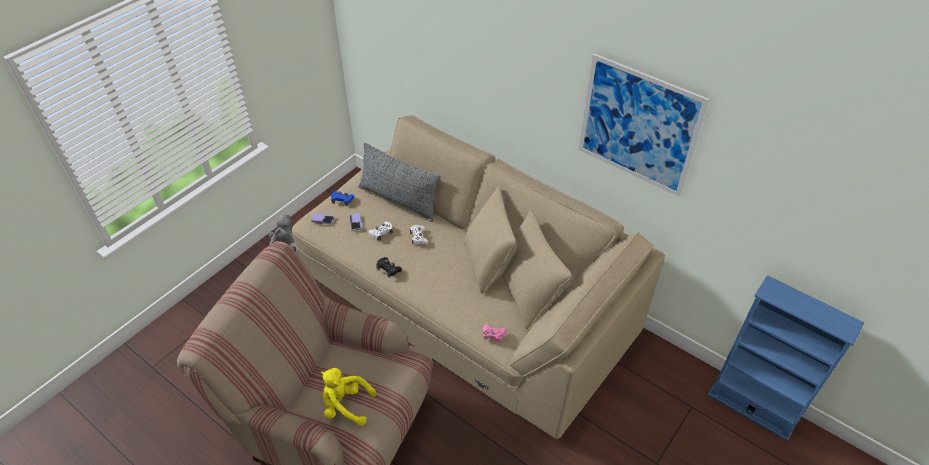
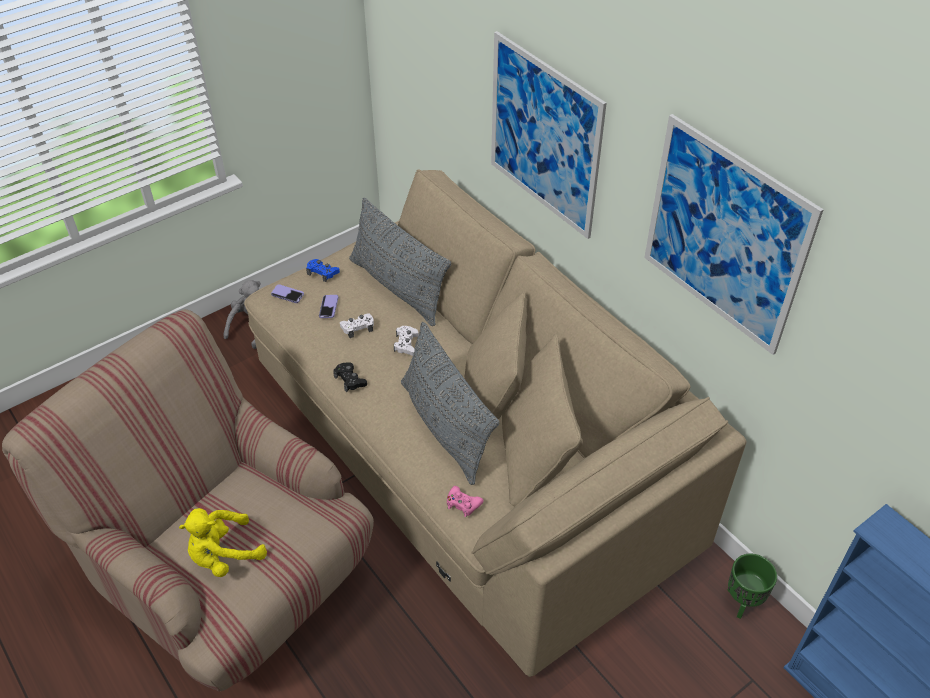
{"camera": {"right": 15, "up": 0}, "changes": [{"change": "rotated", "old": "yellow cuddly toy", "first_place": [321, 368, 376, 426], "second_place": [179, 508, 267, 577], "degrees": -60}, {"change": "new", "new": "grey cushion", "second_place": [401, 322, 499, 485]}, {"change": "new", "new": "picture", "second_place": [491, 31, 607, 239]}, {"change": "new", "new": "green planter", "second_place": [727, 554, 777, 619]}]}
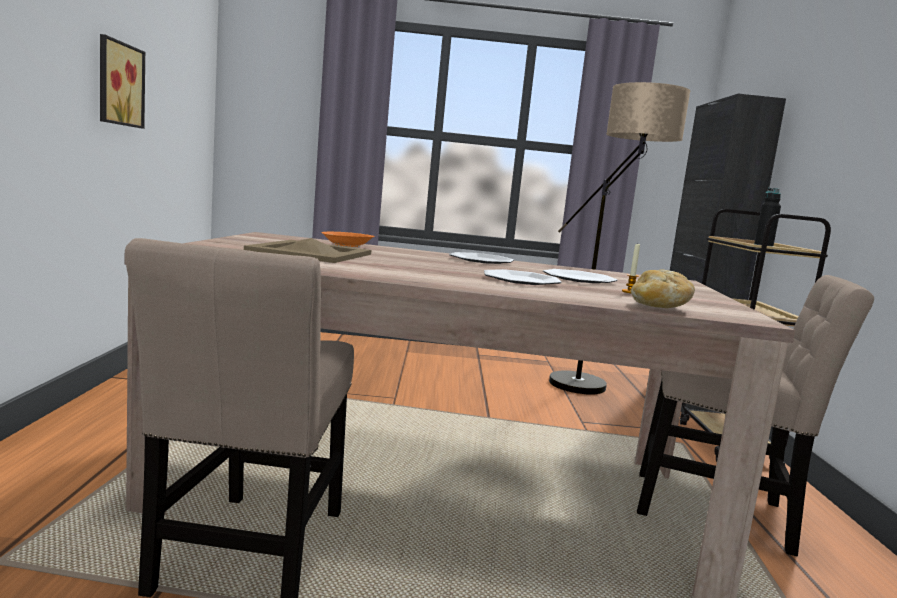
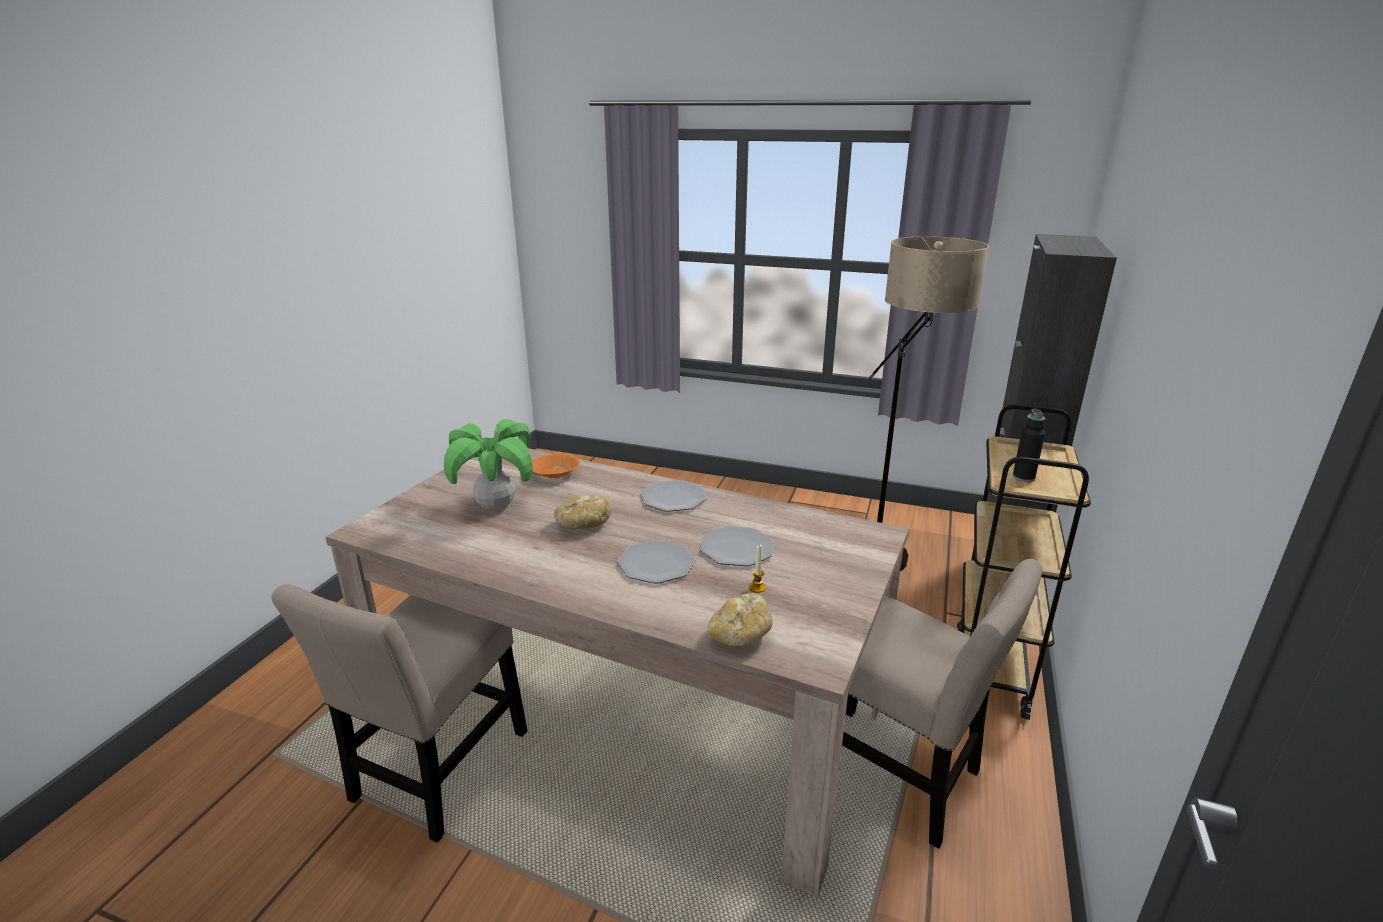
{"camera": {"right": 20, "up": 15}, "changes": [{"change": "gone", "old": "picture", "first_place": [100, 34, 145, 129]}, {"change": "swapped", "old": "sand-coloured serving tray", "new": "potted plant", "first_place": [244, 238, 371, 263], "second_place": [444, 419, 533, 510]}, {"change": "new", "new": "bread", "second_place": [554, 495, 611, 529]}]}
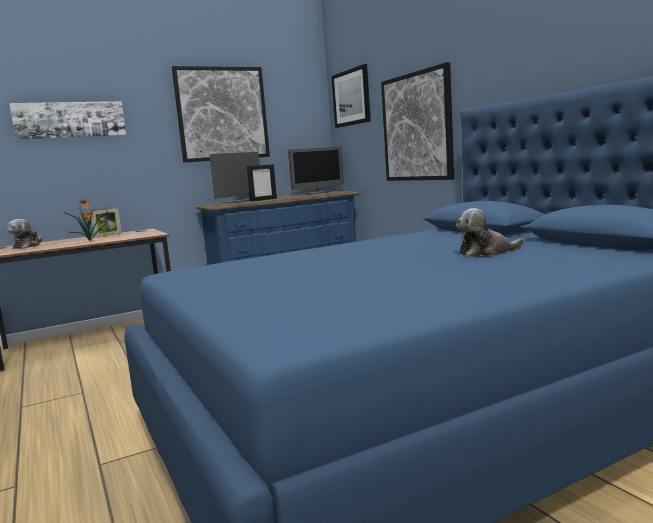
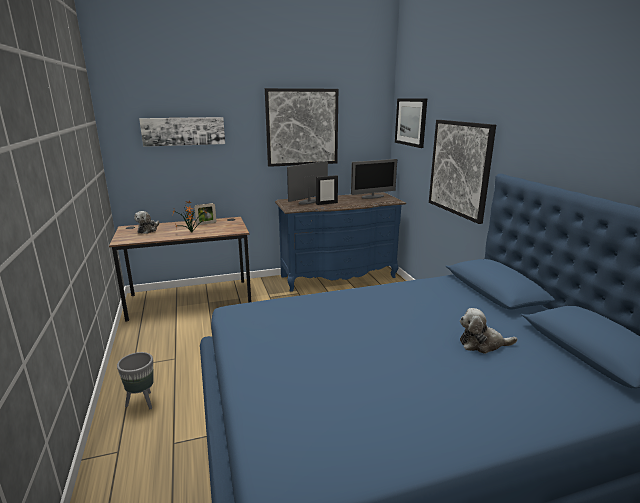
{"camera": {"right": 10, "up": 10}, "changes": [{"change": "new", "new": "grey planter", "second_place": [117, 352, 154, 409]}]}
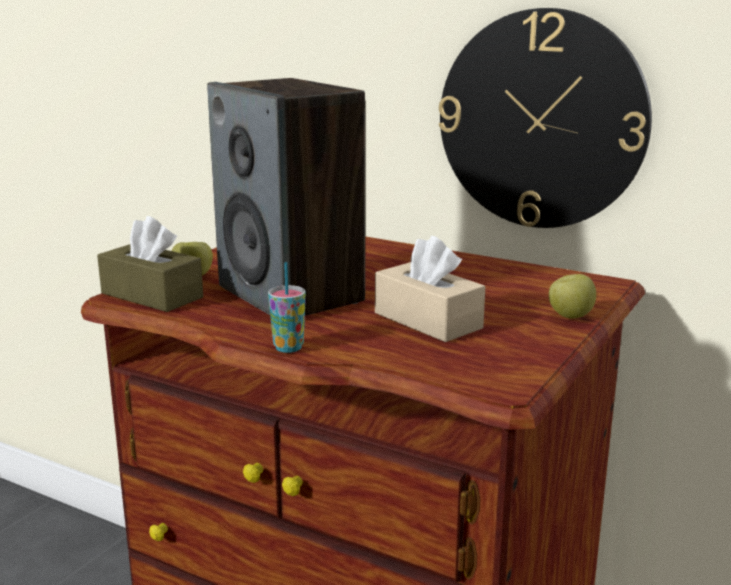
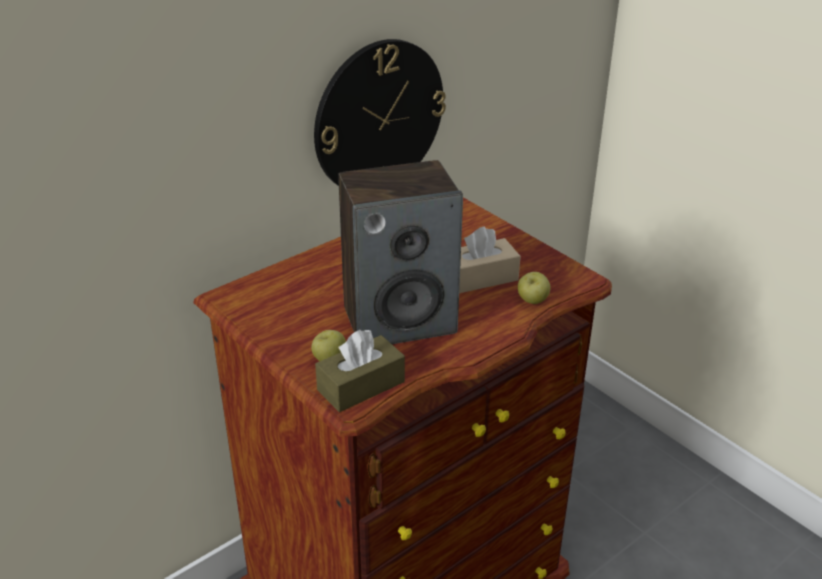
{"camera": {"right": -70, "up": 15}, "changes": [{"change": "gone", "old": "small cup", "first_place": [268, 262, 306, 353]}, {"change": "shifted", "old": "whole apple", "first_place": [549, 274, 596, 319], "second_place": [518, 272, 551, 304]}]}
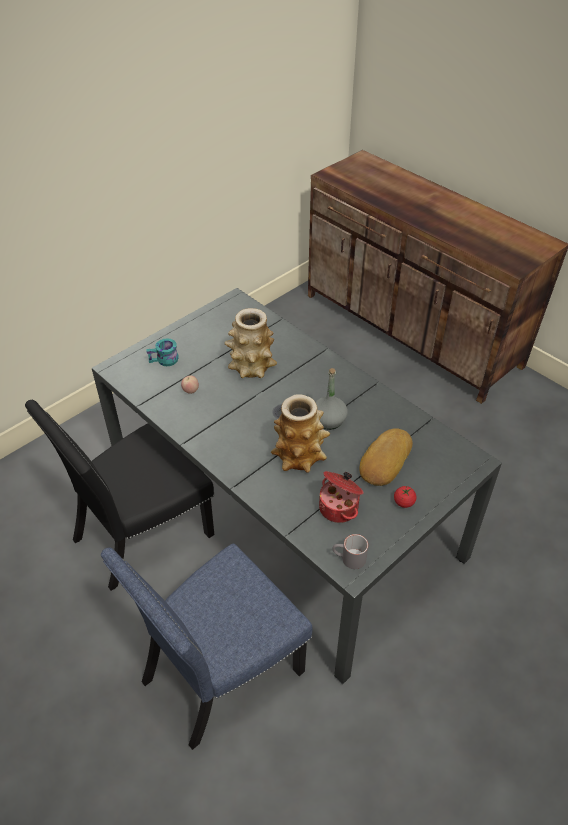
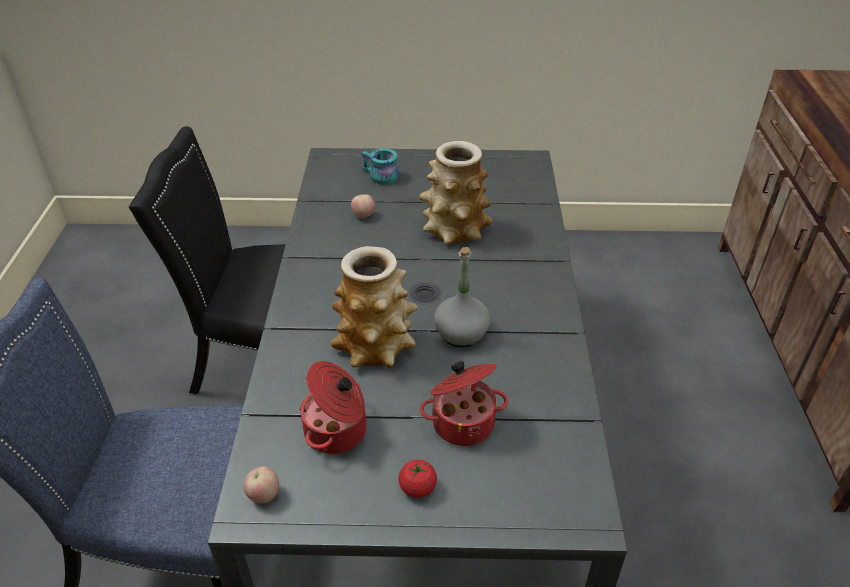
{"camera": {"right": 45, "up": -5}, "changes": [{"change": "swapped", "old": "grey coffee mug", "new": "whole apple", "first_place": [332, 534, 368, 569], "second_place": [244, 466, 279, 504]}, {"change": "swapped", "old": "bread", "new": "stockpot", "first_place": [359, 428, 413, 486], "second_place": [420, 361, 508, 446]}]}
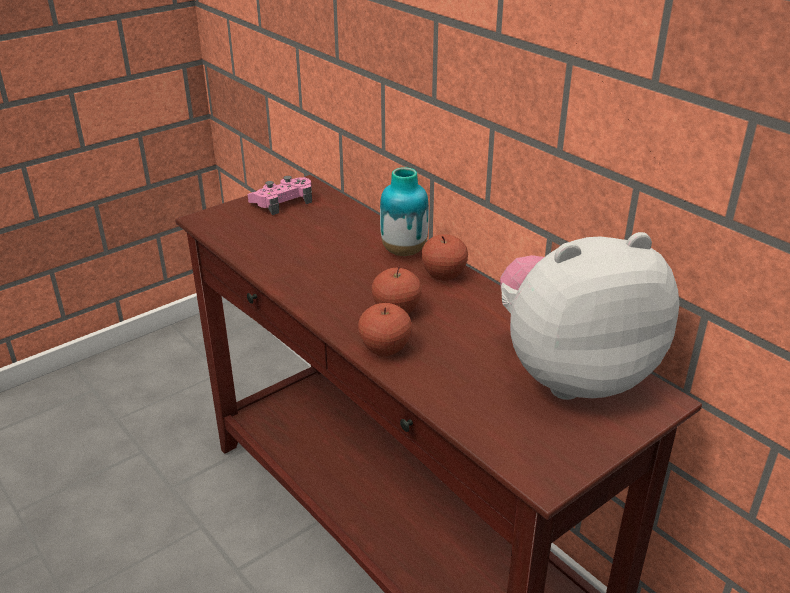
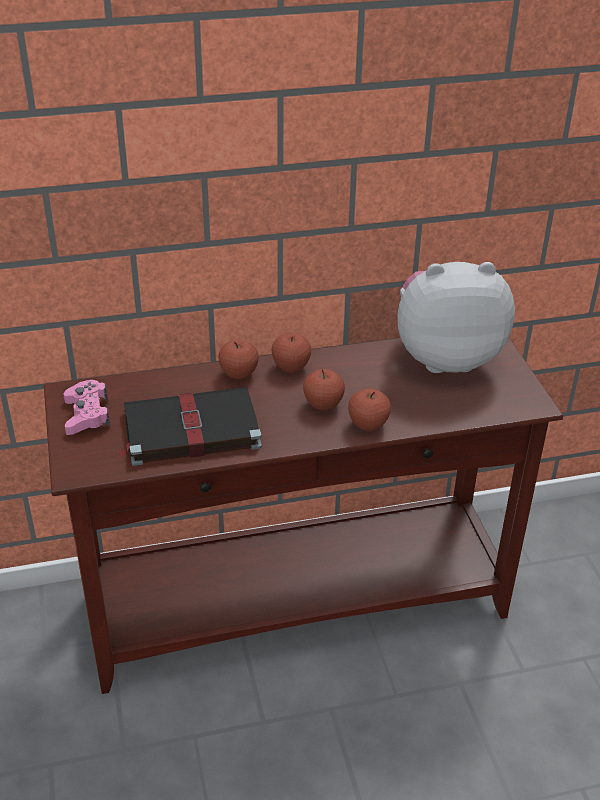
{"camera": {"right": -65, "up": 5}, "changes": [{"change": "swapped", "old": "flower vase", "new": "whole apple", "first_place": [380, 167, 429, 256], "second_place": [218, 339, 259, 379]}, {"change": "rotated", "old": "cuddly toy", "first_place": [500, 232, 679, 400], "second_place": [397, 262, 515, 373], "degrees": 75}, {"change": "new", "new": "black bound book", "second_place": [118, 387, 262, 466]}]}
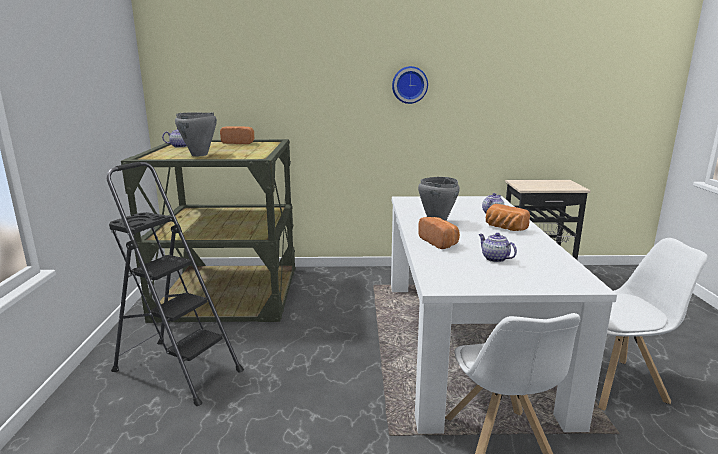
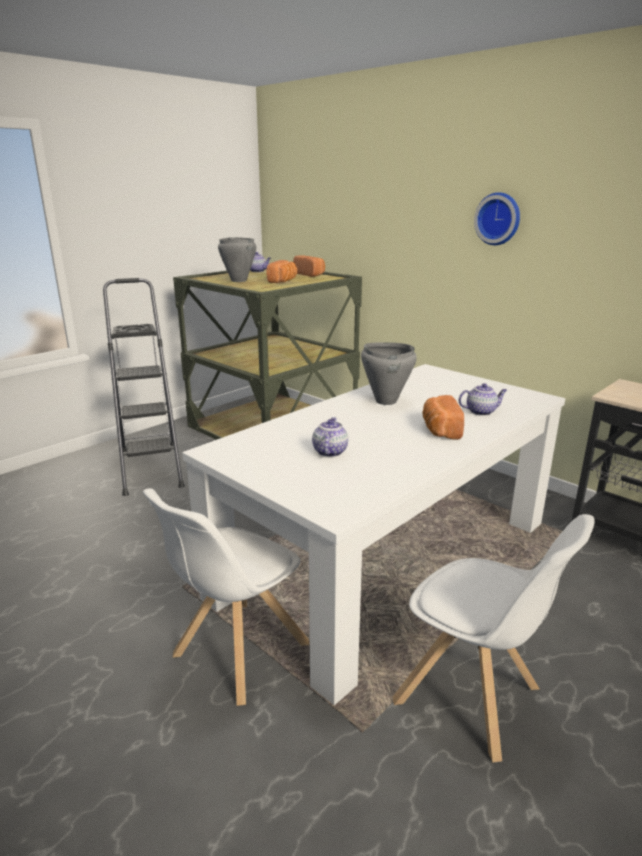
{"camera": {"right": 45, "up": 5}, "changes": [{"change": "shifted", "old": "bread", "first_place": [418, 217, 460, 249], "second_place": [266, 260, 297, 283]}]}
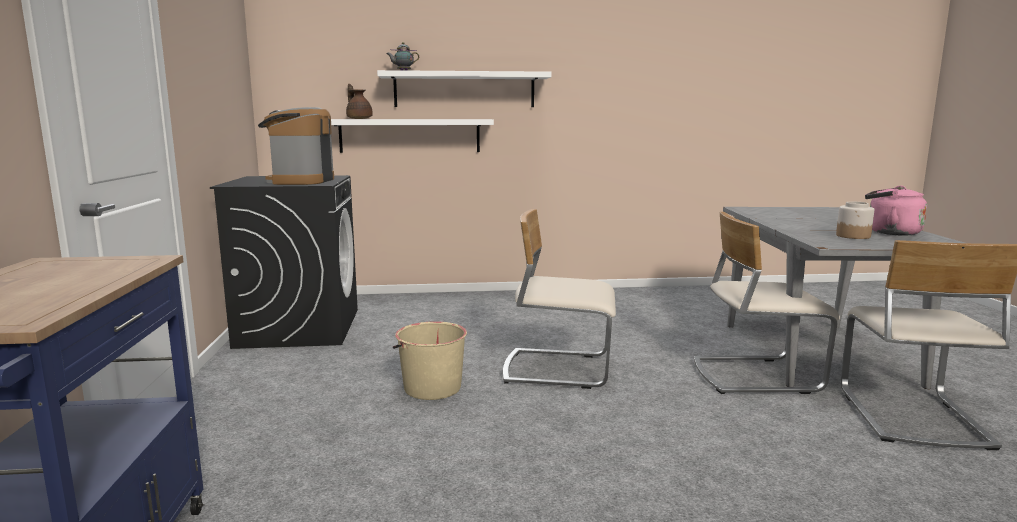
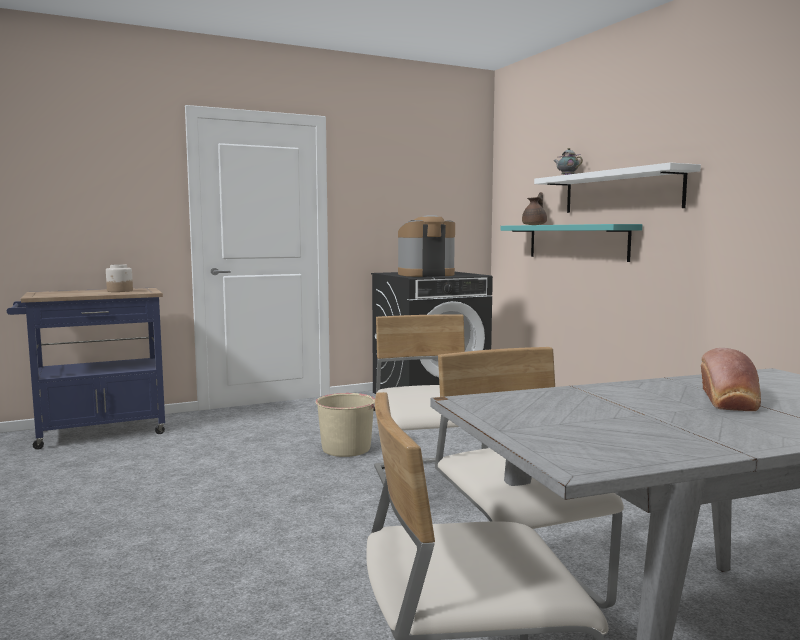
{"camera": {"right": 70, "up": -5}, "changes": [{"change": "repainted", "old": "white shelf", "new": "turquoise shelf", "first_place": [331, 119, 494, 153], "second_place": [500, 224, 642, 262]}, {"change": "shifted", "old": "storage jar", "first_place": [836, 201, 874, 239], "second_place": [106, 264, 133, 292]}, {"change": "gone", "old": "pinkish kettle", "first_place": [865, 186, 927, 236]}, {"change": "new", "new": "bread", "second_place": [701, 348, 761, 411]}]}
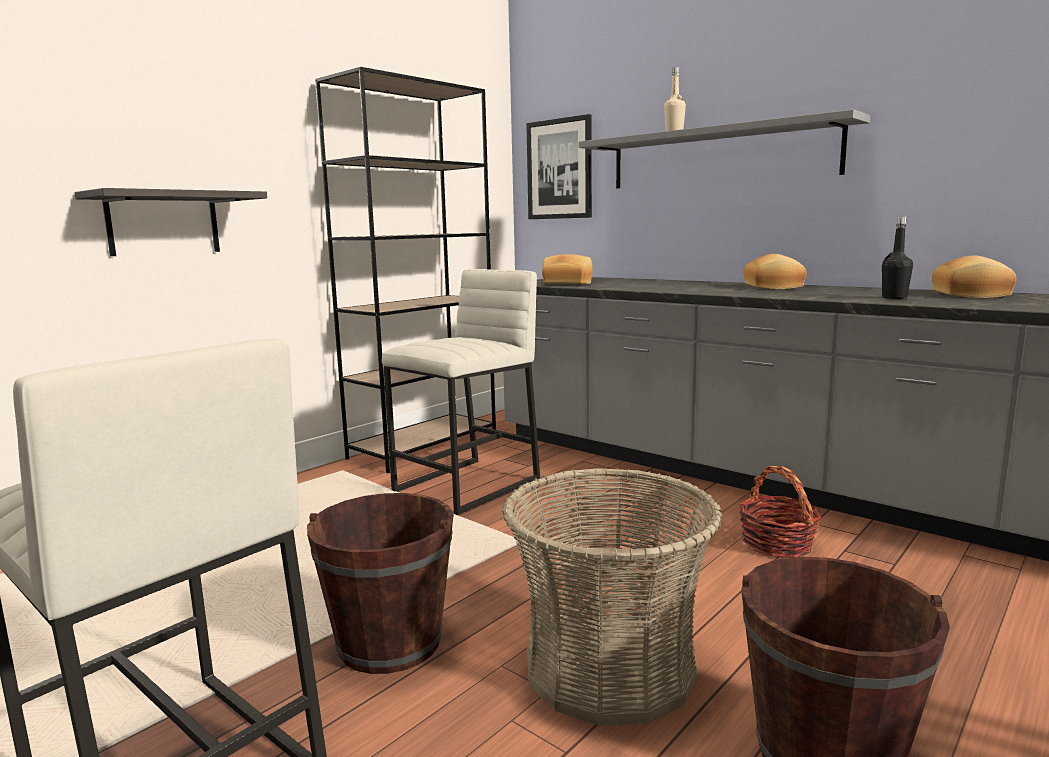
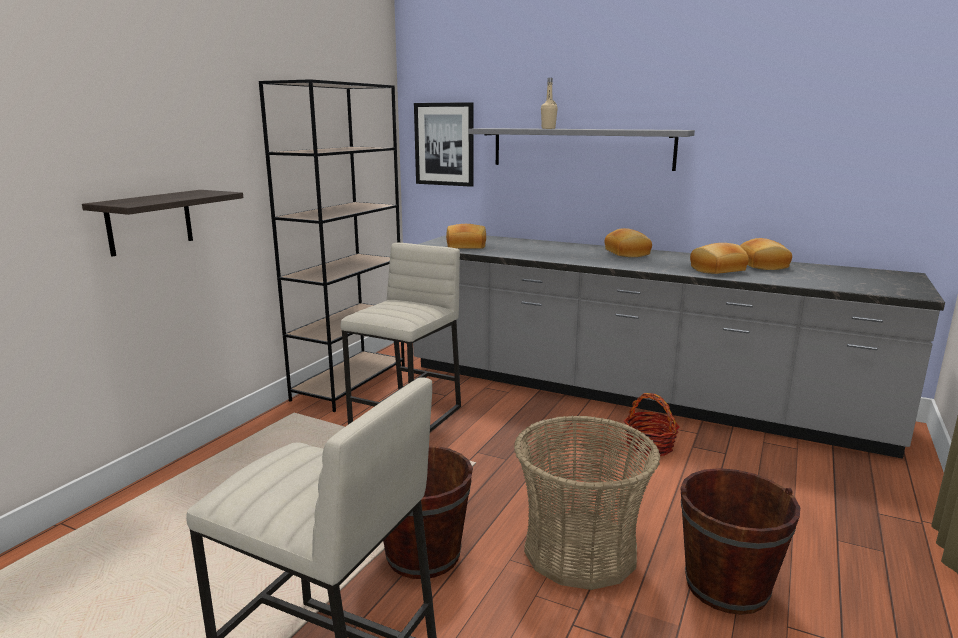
{"camera": {"right": -15, "up": 5}, "changes": [{"change": "swapped", "old": "black drink bottle", "new": "bread", "first_place": [882, 217, 913, 299], "second_place": [690, 243, 749, 274]}]}
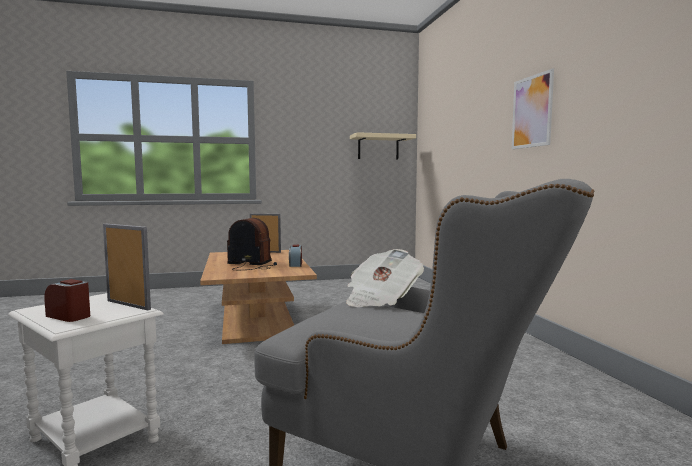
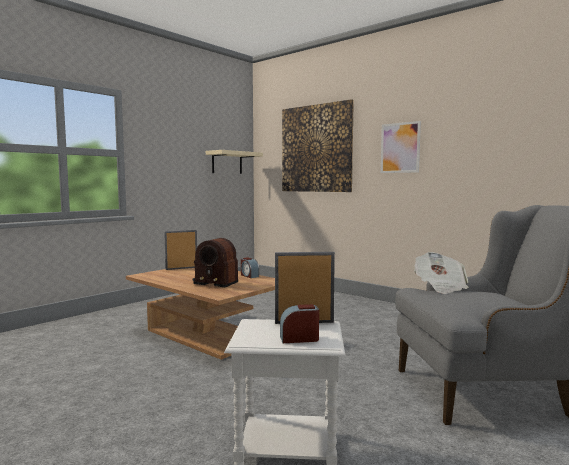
{"camera": {"right": -35, "up": 0}, "changes": [{"change": "rotated", "old": "radio receiver", "first_place": [227, 218, 277, 270], "second_place": [192, 238, 239, 287], "degrees": -135}, {"change": "new", "new": "picture", "second_place": [282, 99, 354, 192]}]}
